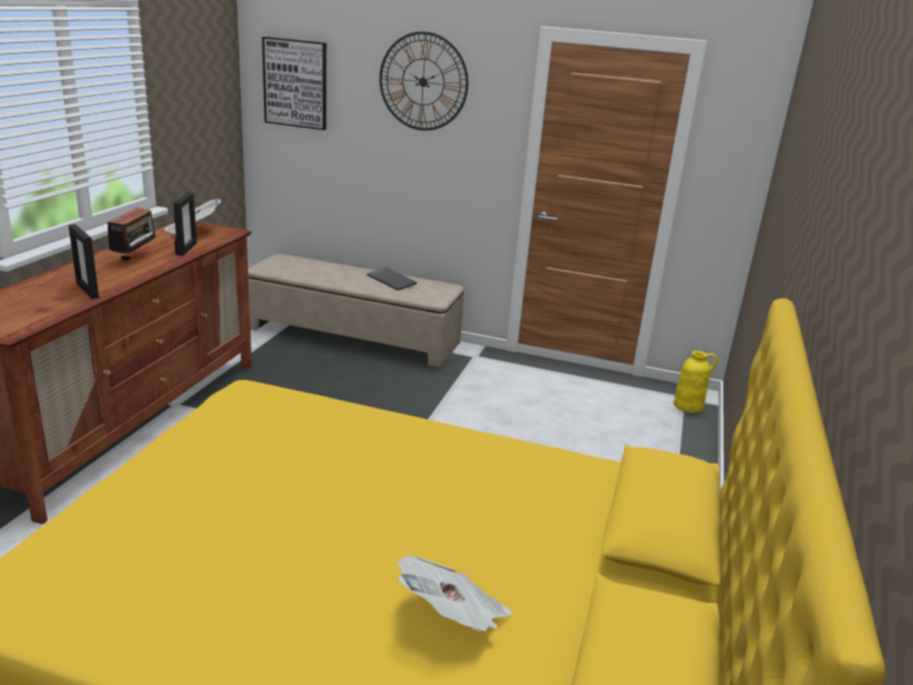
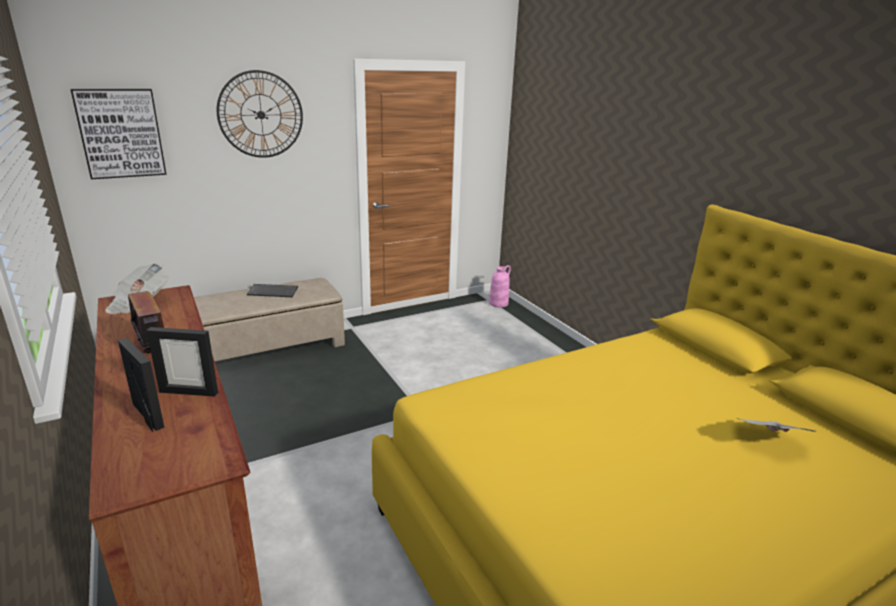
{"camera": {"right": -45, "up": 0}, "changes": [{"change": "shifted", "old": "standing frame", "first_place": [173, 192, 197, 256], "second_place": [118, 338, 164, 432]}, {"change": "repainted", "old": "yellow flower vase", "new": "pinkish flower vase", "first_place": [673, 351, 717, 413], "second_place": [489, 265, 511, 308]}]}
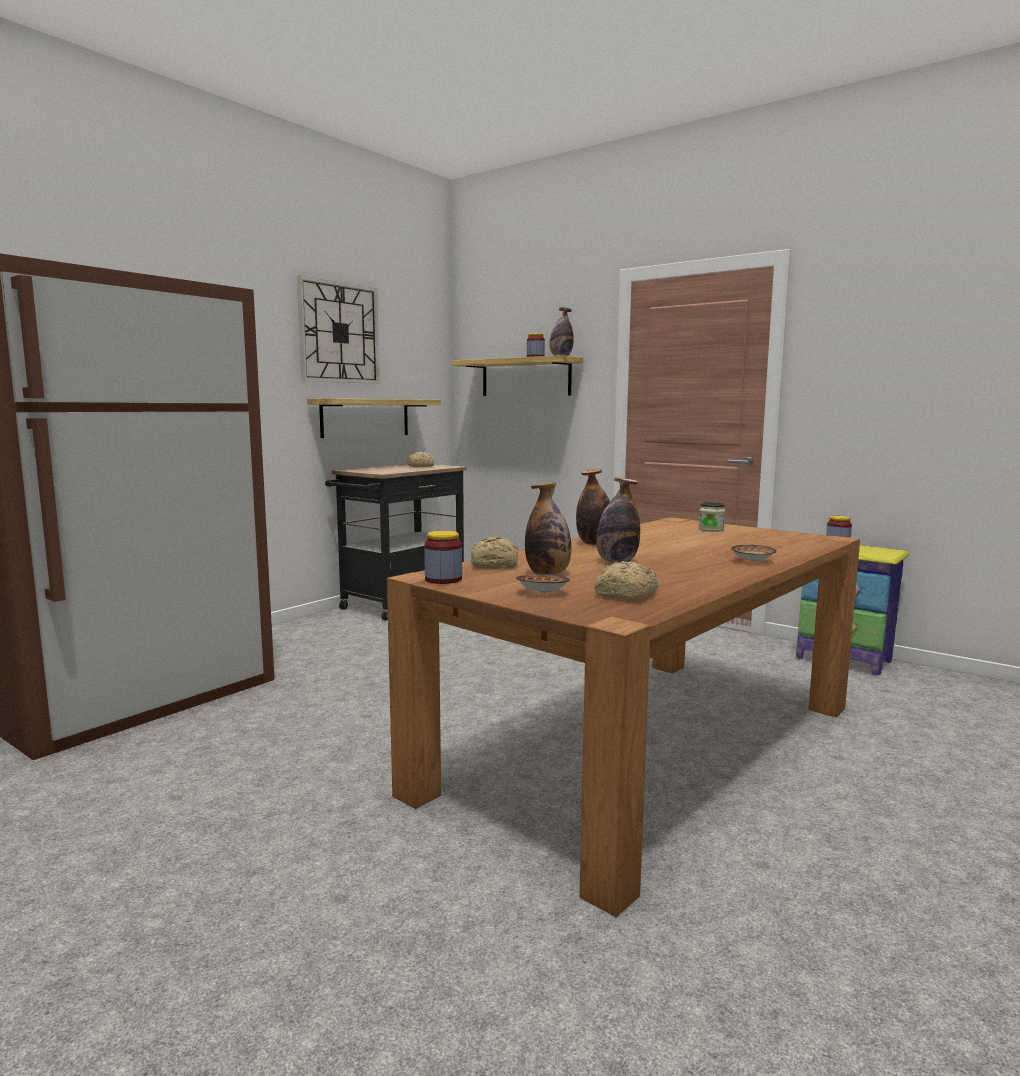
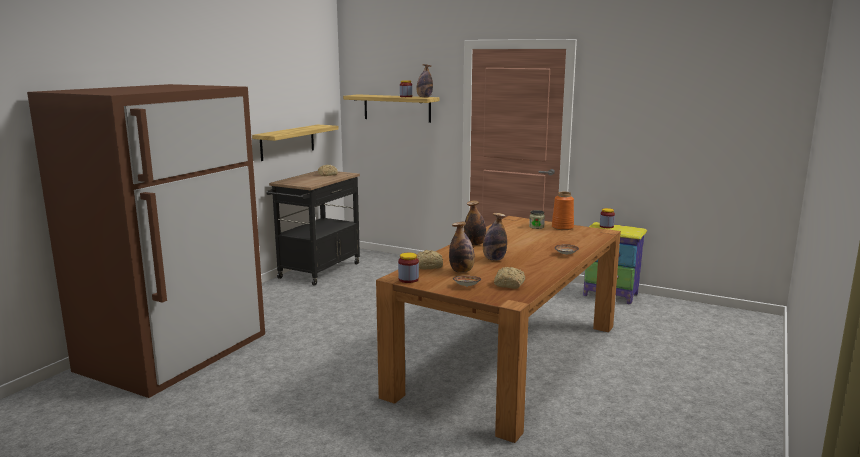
{"camera": {"right": -10, "up": 5}, "changes": [{"change": "gone", "old": "hanging clock", "first_place": [297, 275, 380, 384]}, {"change": "new", "new": "orange-coloured flower vase", "second_place": [552, 192, 574, 230]}]}
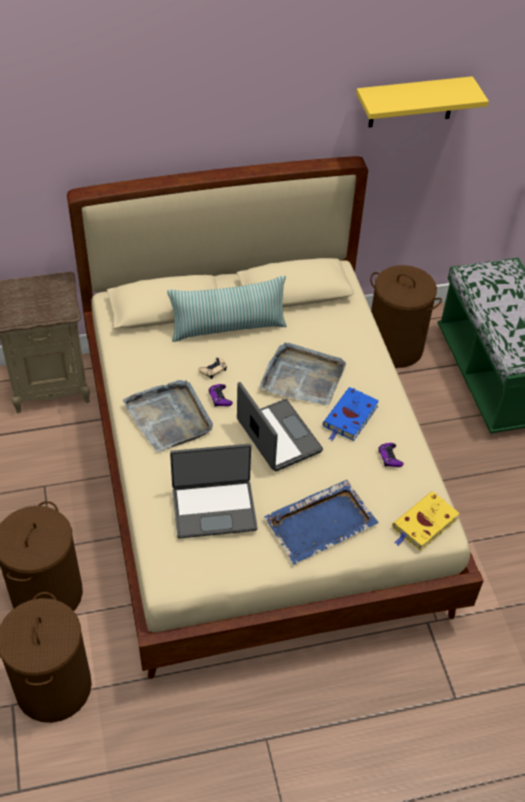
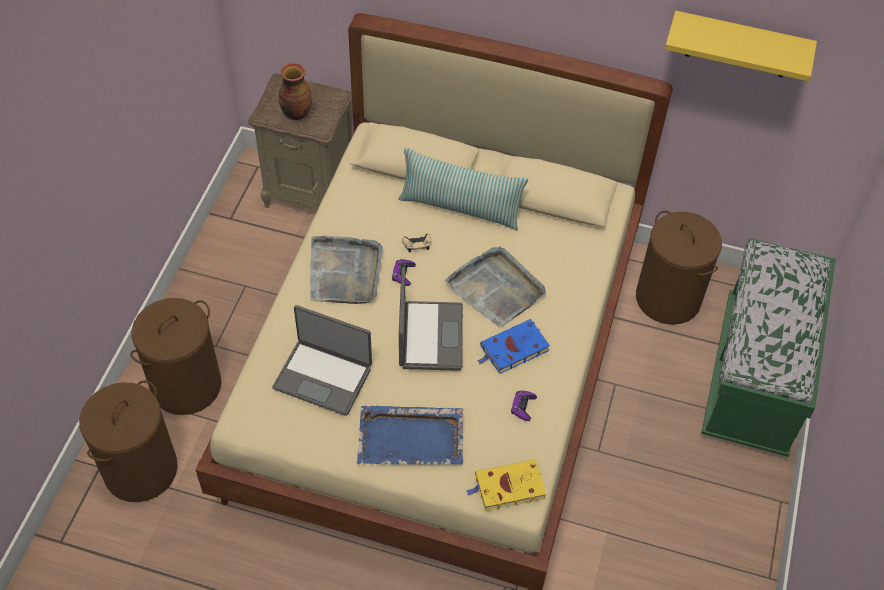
{"camera": {"right": 30, "up": 5}, "changes": [{"change": "new", "new": "flower vase", "second_place": [279, 63, 312, 120]}]}
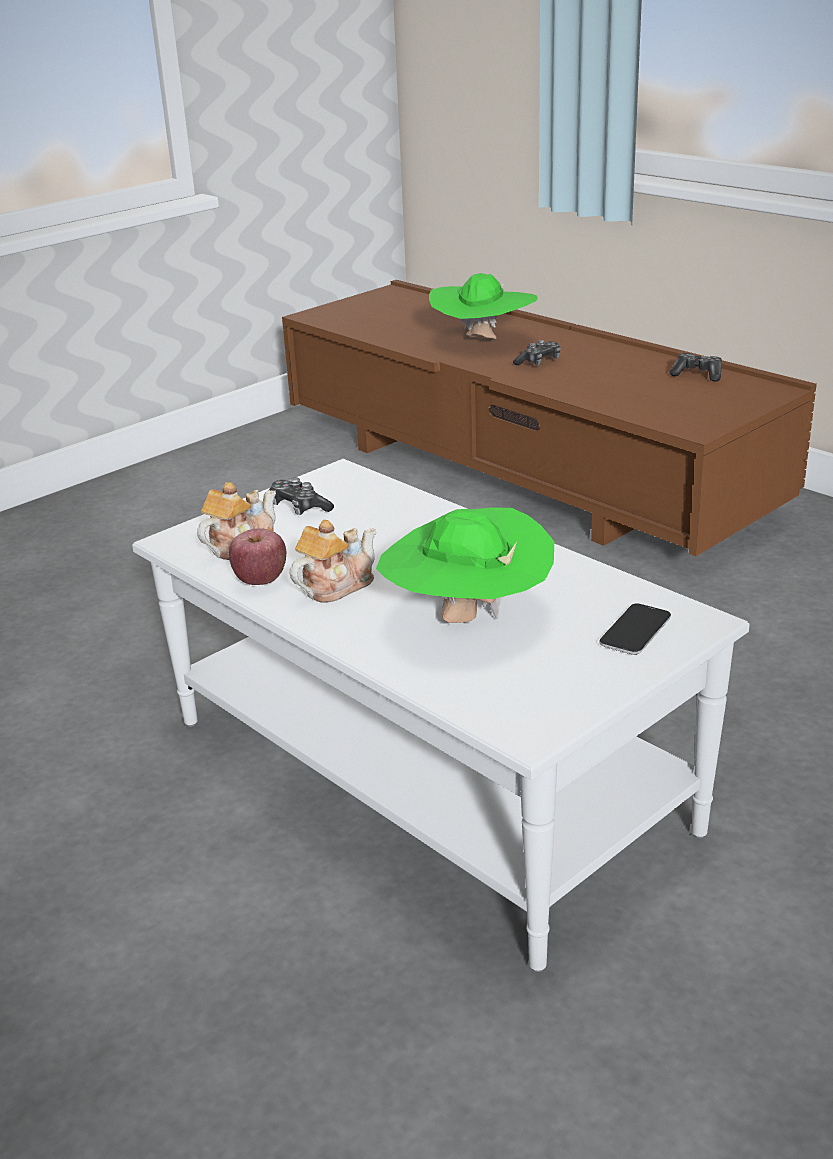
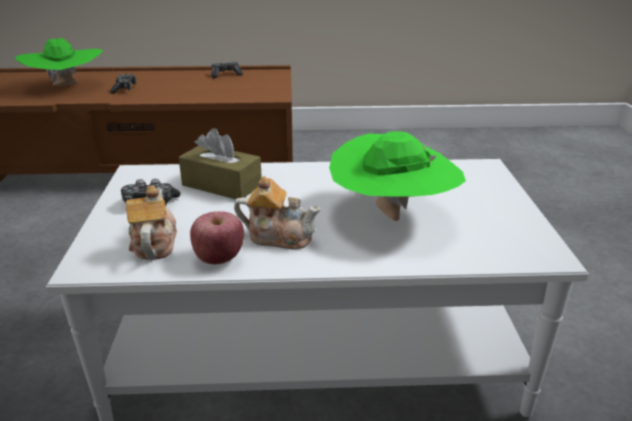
{"camera": {"right": -50, "up": 0}, "changes": [{"change": "rotated", "old": "pot for tea", "first_place": [290, 520, 376, 603], "second_place": [234, 176, 321, 249], "degrees": 105}, {"change": "gone", "old": "handset", "first_place": [599, 603, 671, 655]}, {"change": "new", "new": "brown-coloured tissue holder", "second_place": [179, 128, 262, 199]}]}
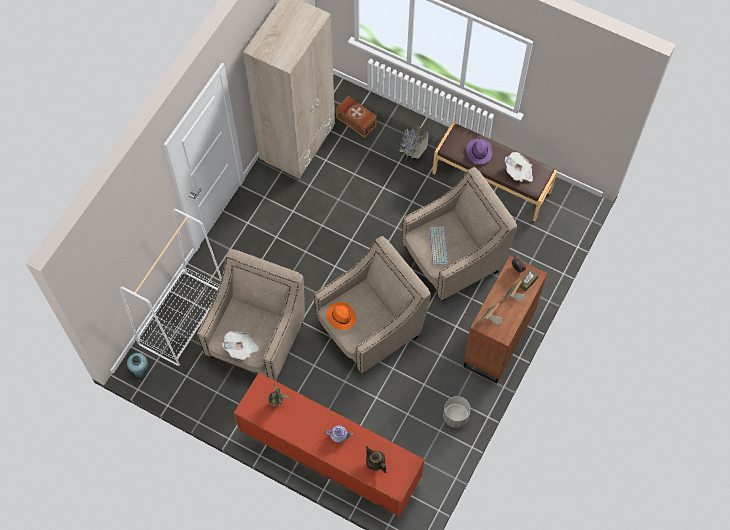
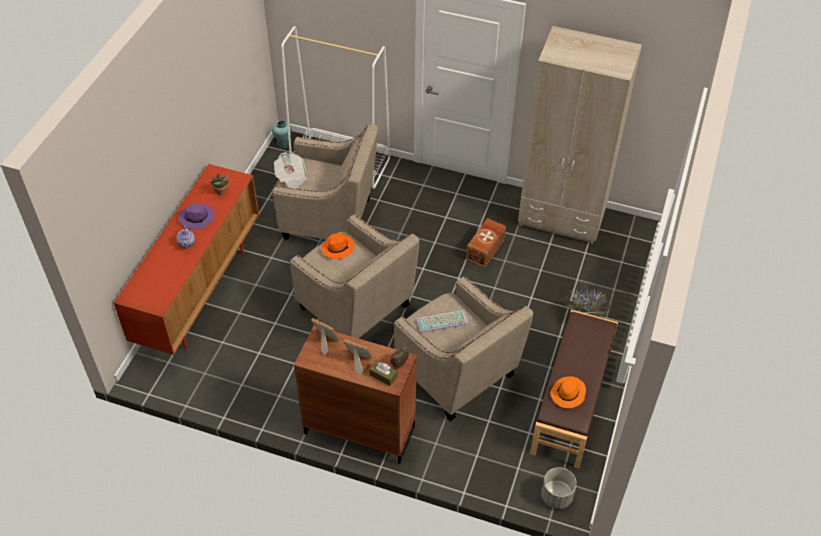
{"camera": {"right": 80, "up": -15}, "changes": [{"change": "shifted", "old": "brown-coloured storage bin", "first_place": [336, 96, 377, 138], "second_place": [466, 218, 506, 268]}, {"change": "gone", "old": "pot for tea", "first_place": [365, 446, 386, 473]}, {"change": "shifted", "old": "grey planter", "first_place": [443, 396, 471, 428], "second_place": [541, 467, 577, 509]}, {"change": "shifted", "old": "purple-coloured clothing hat", "first_place": [466, 139, 492, 164], "second_place": [178, 203, 214, 230]}, {"change": "swapped", "old": "printed paper", "new": "orange-coloured clothing hat", "first_place": [505, 152, 533, 182], "second_place": [550, 376, 586, 408]}]}
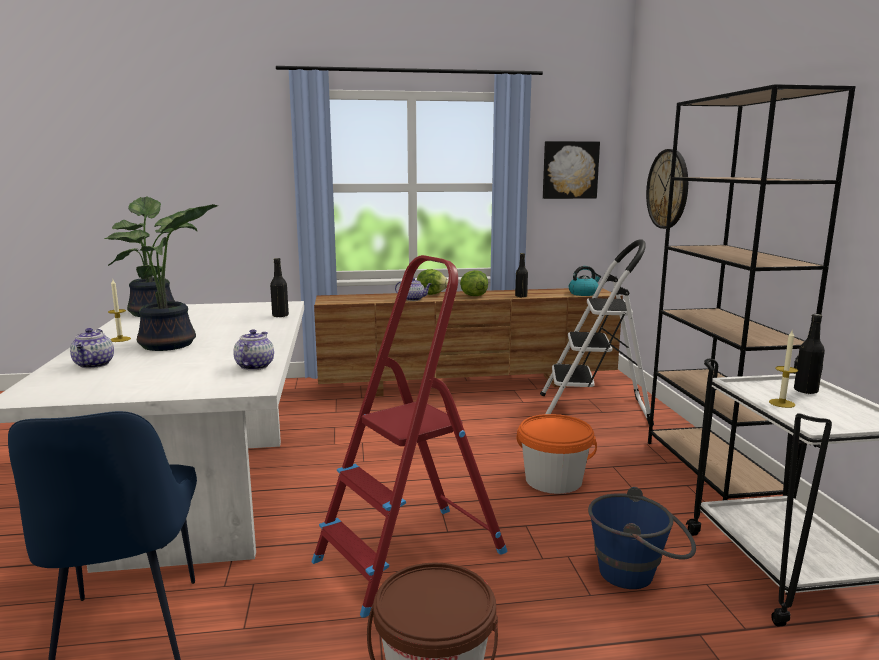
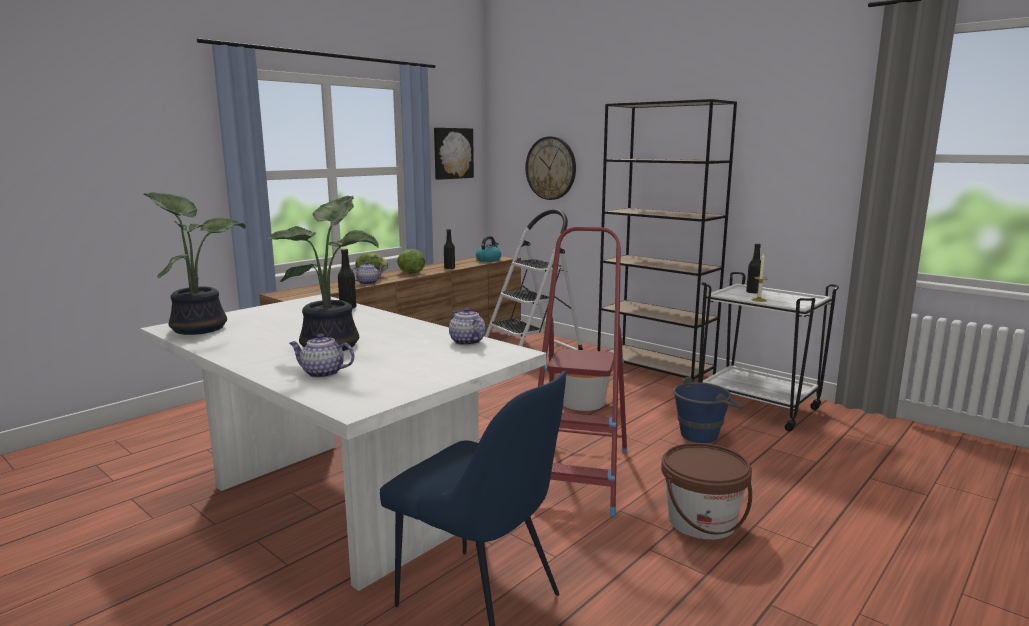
{"camera": {"right": -40, "up": 0}, "changes": [{"change": "rotated", "old": "pot for tea", "first_place": [70, 328, 114, 368], "second_place": [289, 334, 354, 378], "degrees": 150}, {"change": "gone", "old": "wax light", "first_place": [108, 279, 131, 342]}]}
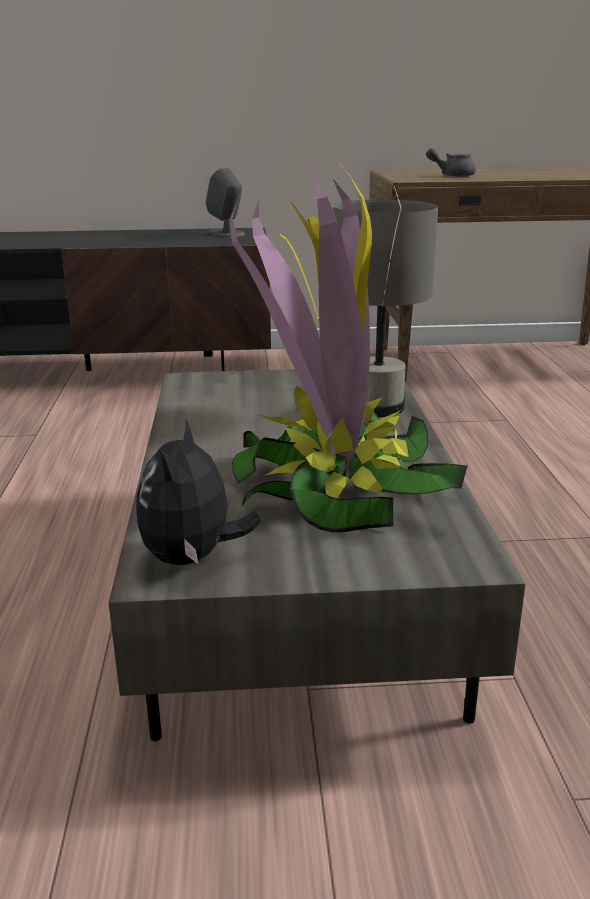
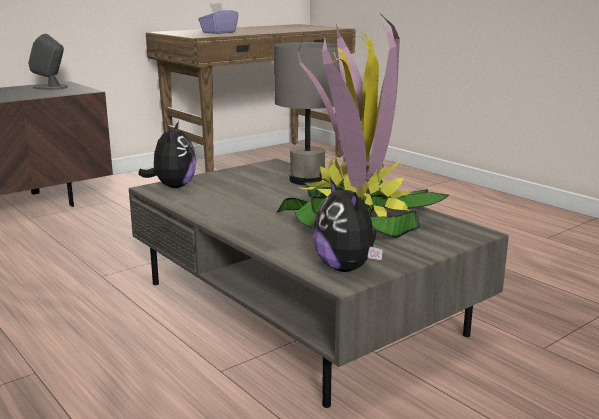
{"camera": {"right": -35, "up": -5}, "changes": [{"change": "swapped", "old": "grey pot for tea", "new": "purple-coloured tissue holder", "first_place": [426, 148, 476, 177], "second_place": [198, 3, 239, 34]}, {"change": "new", "new": "cuddly toy", "second_place": [138, 121, 196, 188]}]}
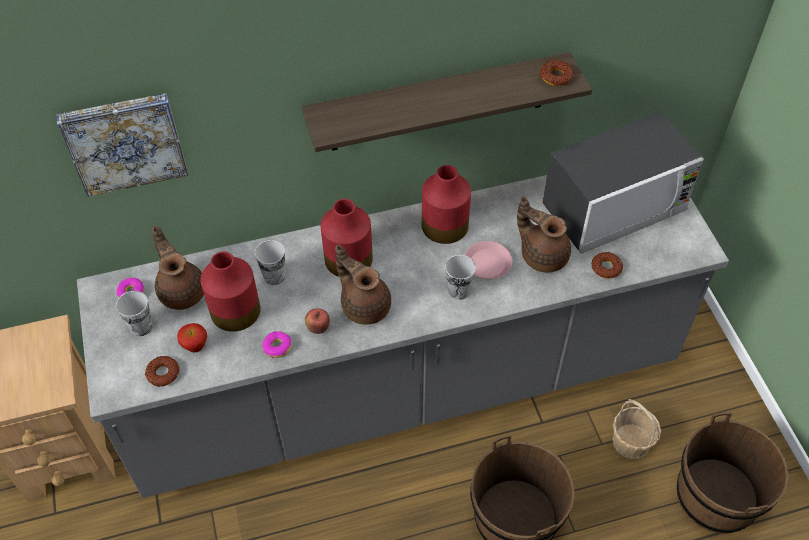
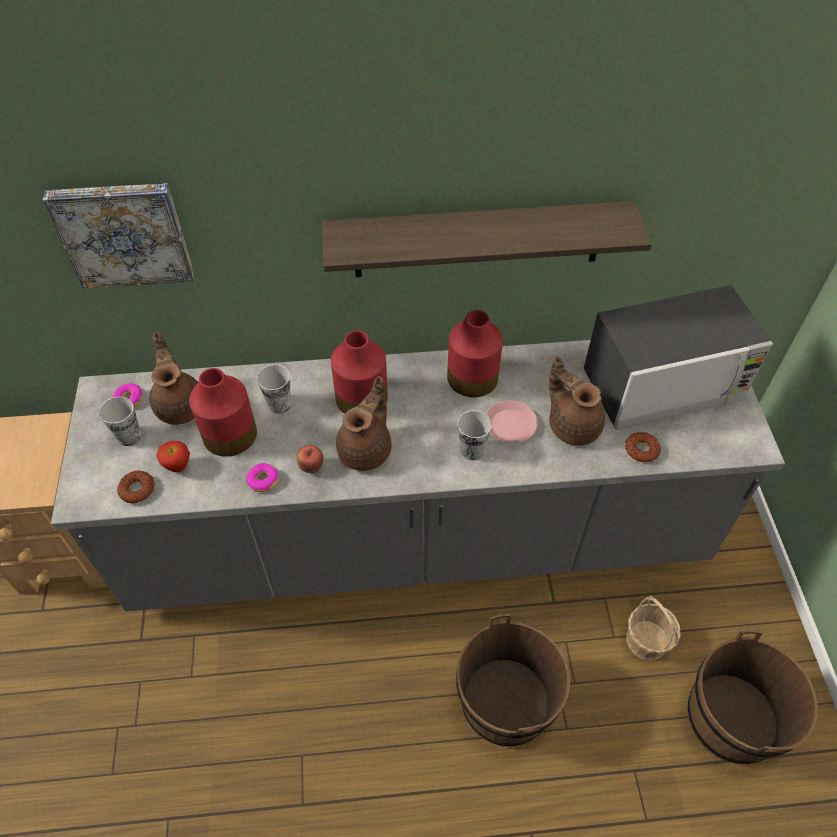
{"camera": {"right": 10, "up": 0}, "changes": [{"change": "rotated", "old": "brown-coloured pot for tea", "first_place": [335, 244, 391, 324], "second_place": [336, 376, 392, 471], "degrees": 60}, {"change": "gone", "old": "donut", "first_place": [540, 60, 574, 86]}]}
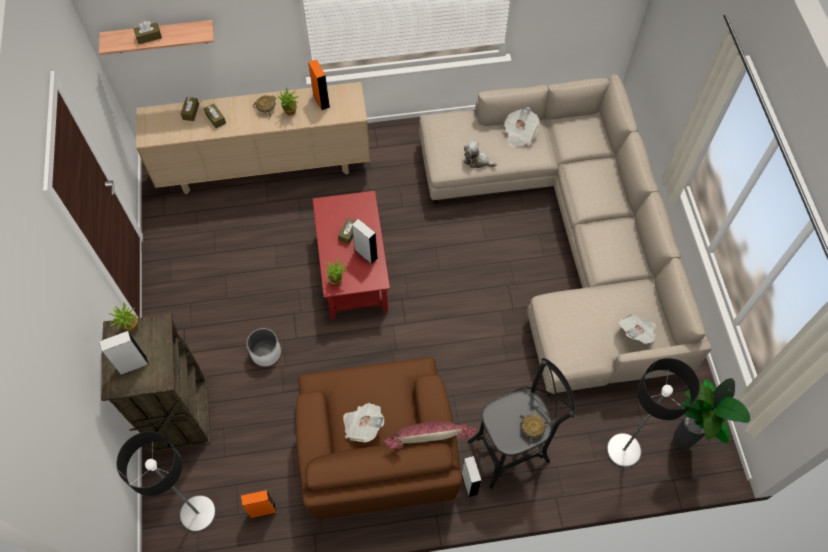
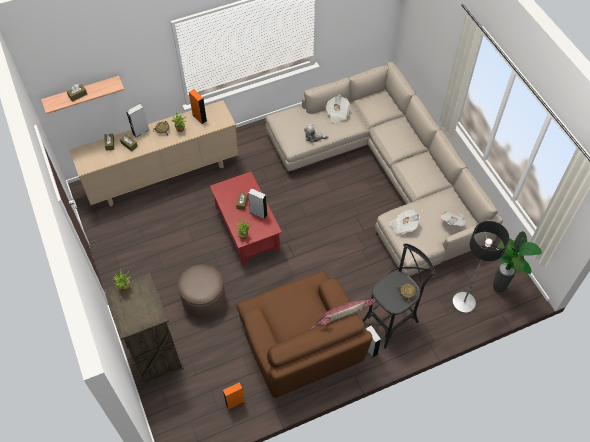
{"camera": {"right": -15, "up": -5}, "changes": [{"change": "shifted", "old": "grey loudspeaker", "first_place": [99, 331, 149, 375], "second_place": [126, 104, 149, 138]}, {"change": "gone", "old": "standard lamp", "first_place": [117, 431, 216, 532]}, {"change": "swapped", "old": "white planter", "new": "brown-coloured pouffe", "first_place": [247, 328, 281, 366], "second_place": [178, 264, 226, 319]}, {"change": "shifted", "old": "printed paper", "first_place": [343, 403, 384, 442], "second_place": [389, 209, 420, 234]}]}
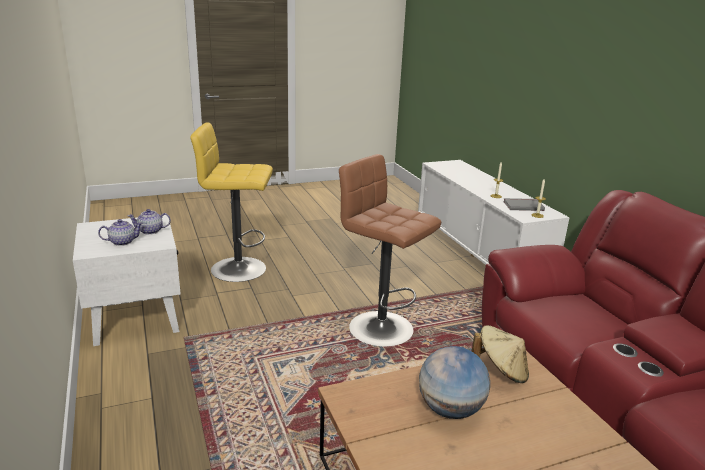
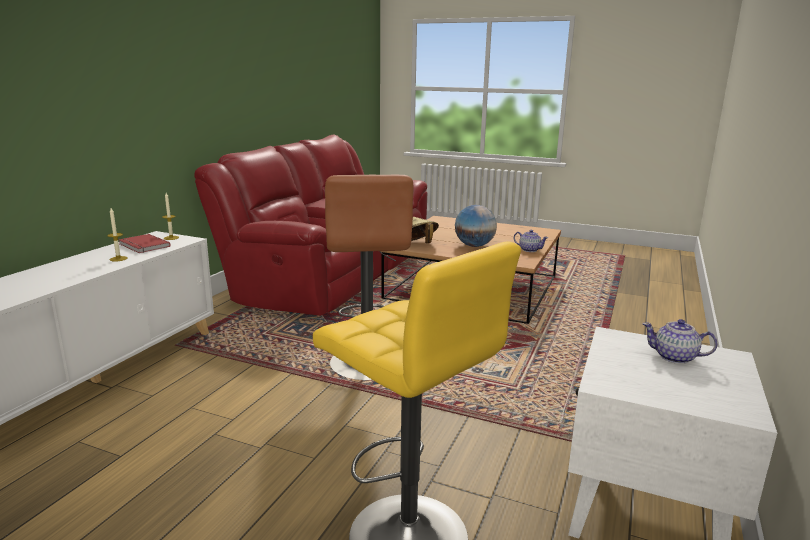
{"camera": {"right": -135, "up": -5}, "changes": [{"change": "shifted", "old": "pot for tea", "first_place": [128, 209, 171, 235], "second_place": [514, 230, 548, 252]}, {"change": "repainted", "old": "grey bound book", "new": "red-coloured bound book", "first_place": [503, 198, 545, 211], "second_place": [118, 234, 170, 253]}]}
